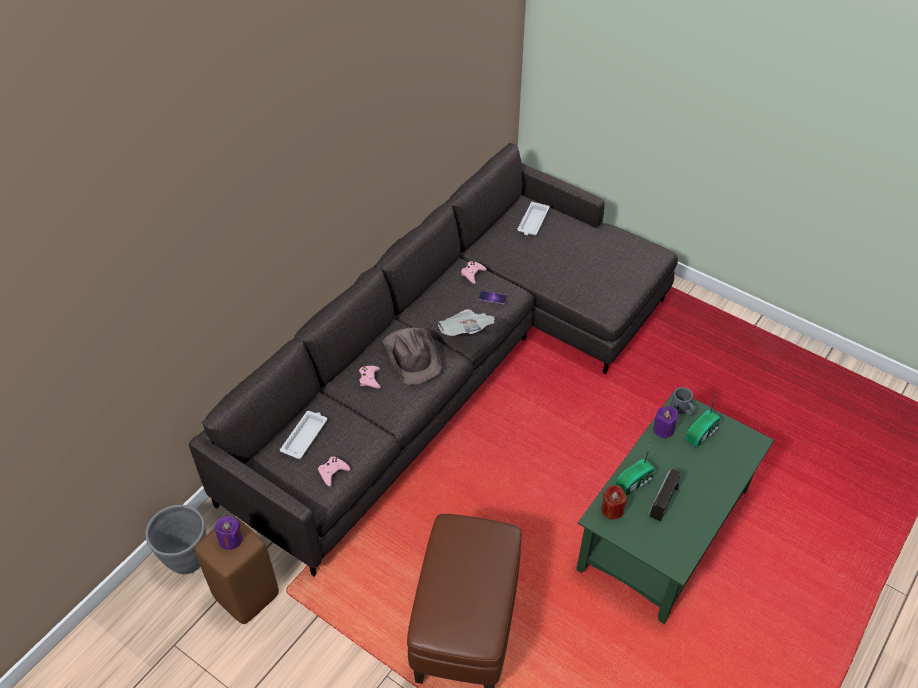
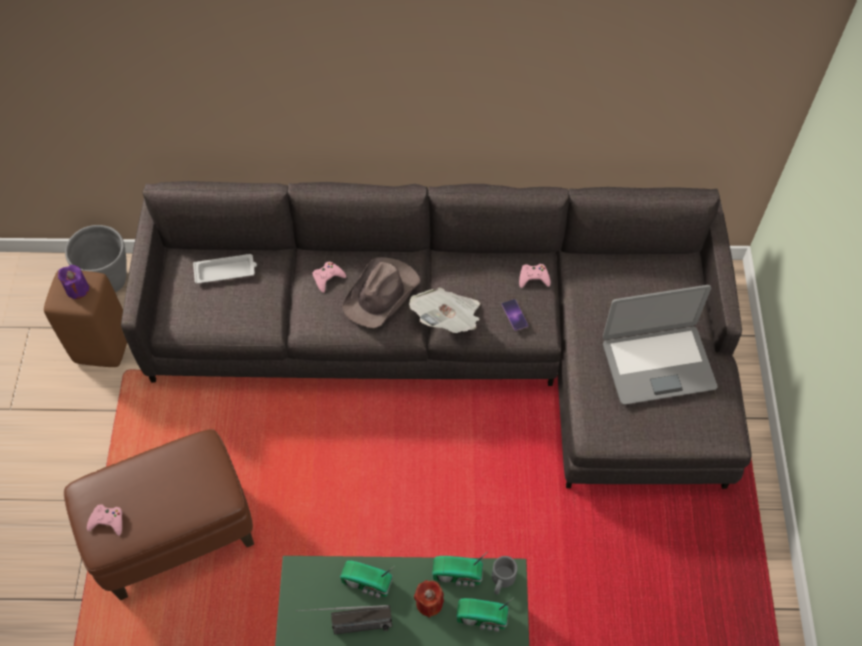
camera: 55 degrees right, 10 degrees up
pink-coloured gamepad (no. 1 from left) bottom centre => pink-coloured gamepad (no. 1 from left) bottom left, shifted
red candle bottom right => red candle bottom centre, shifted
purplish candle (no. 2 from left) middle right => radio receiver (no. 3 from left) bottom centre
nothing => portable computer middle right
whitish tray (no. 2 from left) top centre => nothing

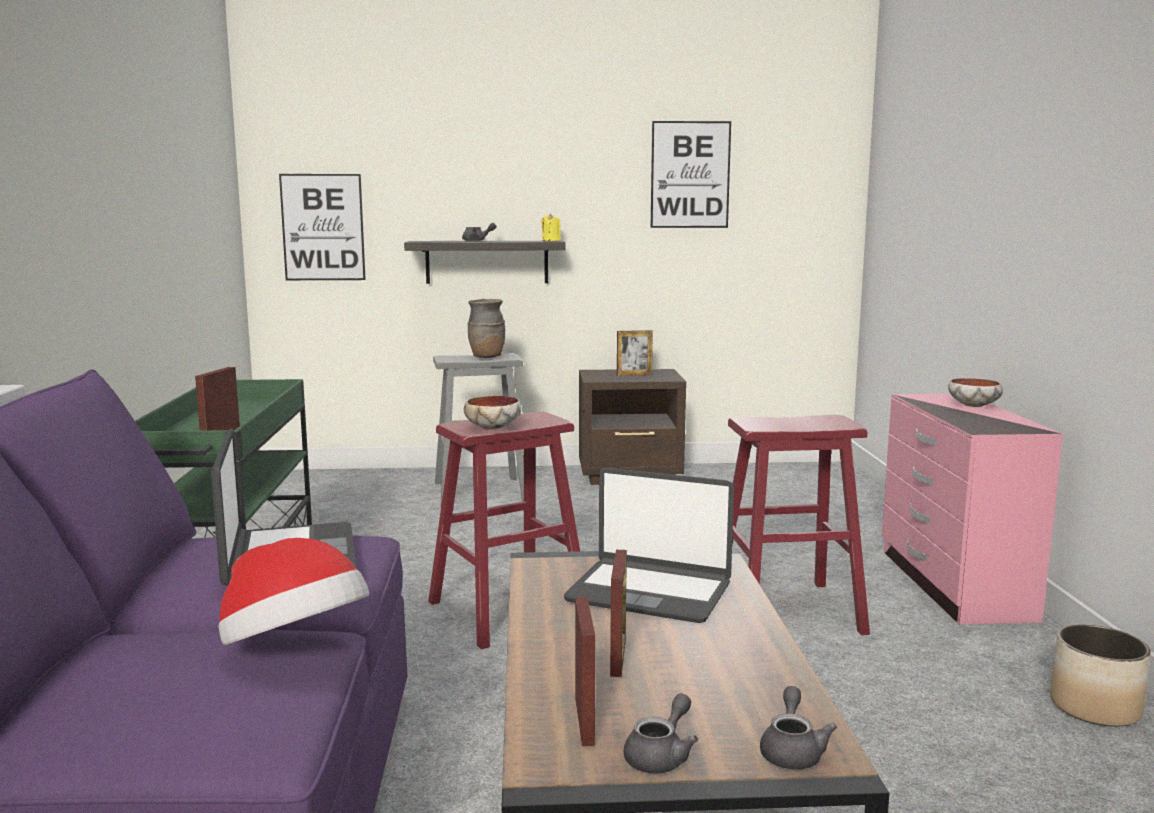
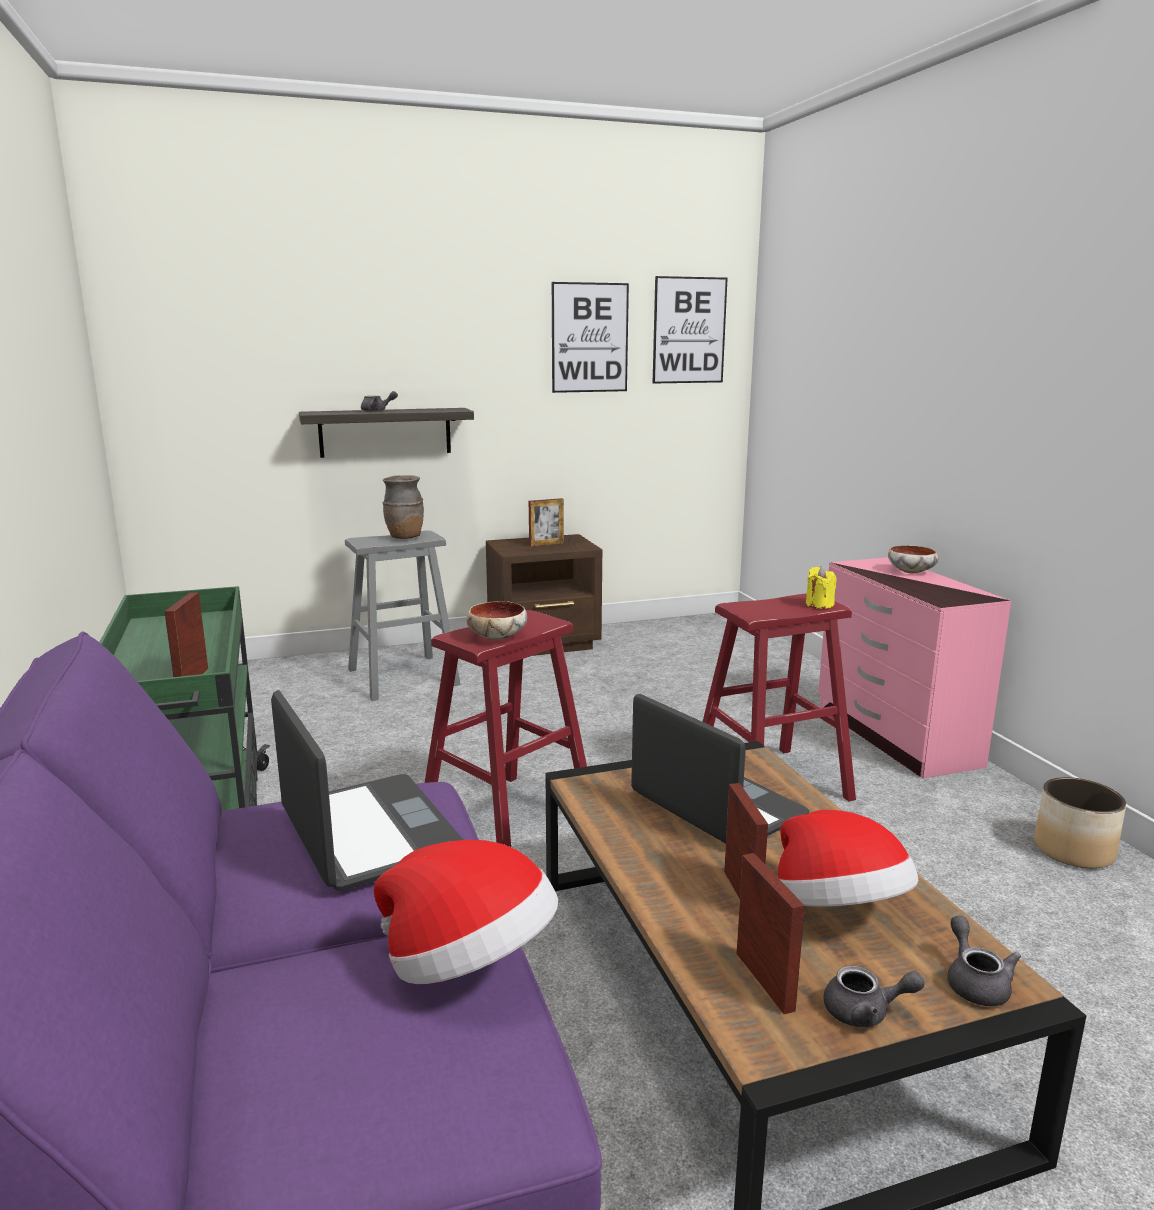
camera: 15 degrees left, 5 degrees up
portable computer (no. 2 from left) bottom centre => portable computer (no. 2 from left) centre, 135 degrees counterclockwise
picture (no. 1 from left in the first image) top left => picture (no. 2 from left) top centre, shifted
nothing => hat (no. 2 from left) bottom right
yellow-coloured candle top centre => yellow-coloured candle middle right, shifted
gray pot for tea (no. 2 from left) bottom centre => gray pot for tea (no. 2 from left) bottom right, 75 degrees clockwise

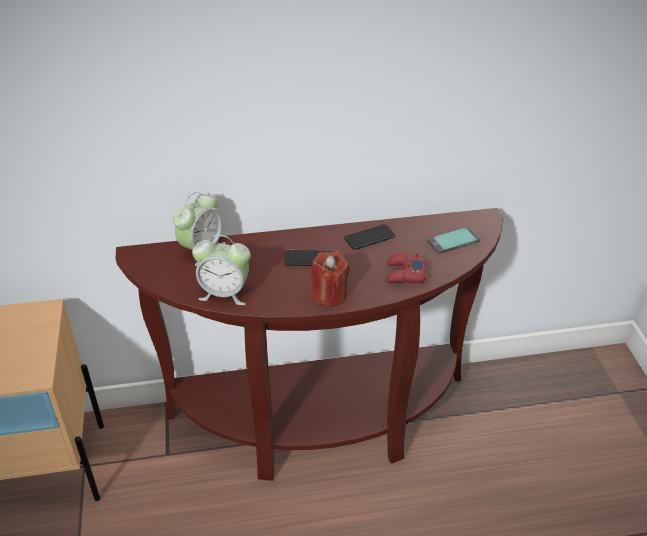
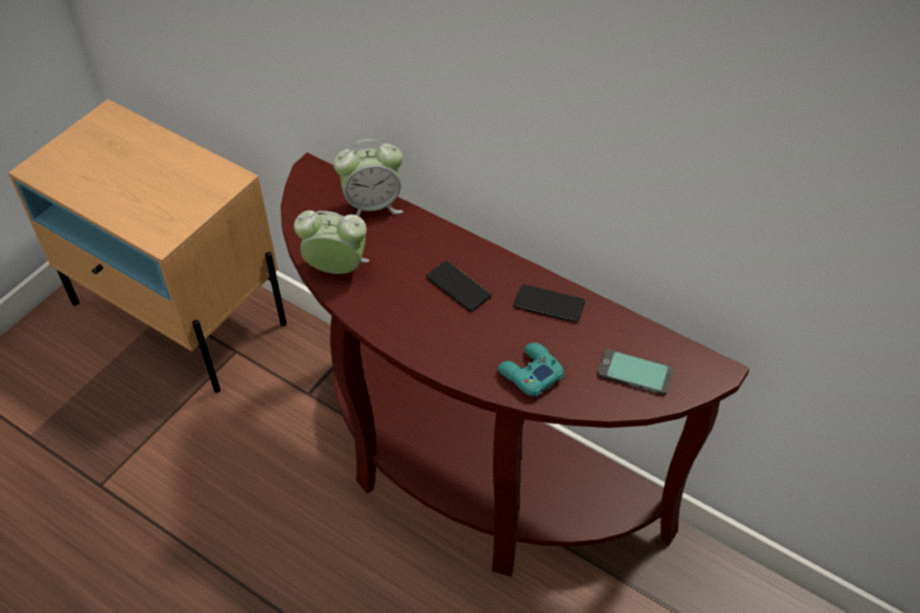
camera: 45 degrees right, 10 degrees up
bedside clock (no. 2 from left in the first image) centre => bedside clock (no. 1 from left) centre, 135 degrees clockwise
red gamepad centre => blue-green gamepad centre
red candle centre => nothing

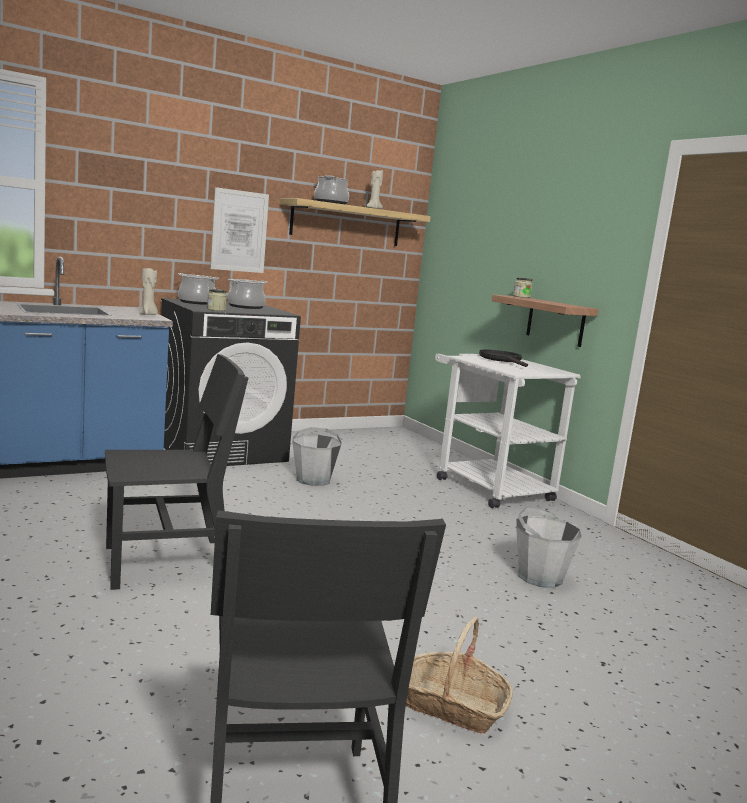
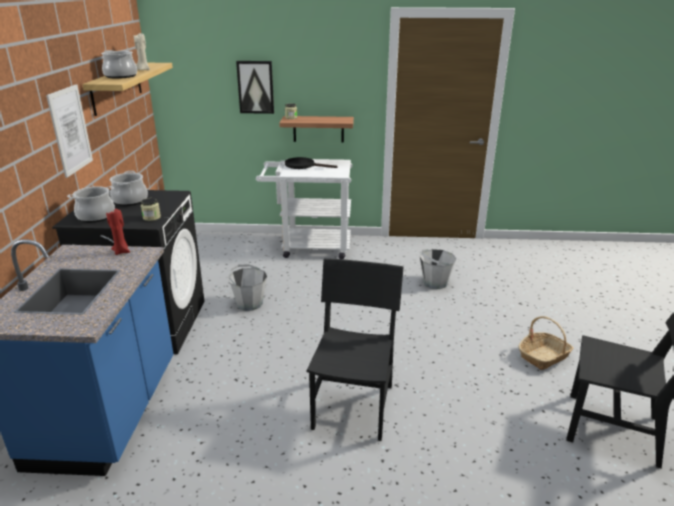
camera: 55 degrees left, 15 degrees up
sand-coloured candle (no. 1 from left) middle left => red candle middle left
nothing => picture (no. 2 from left) top centre

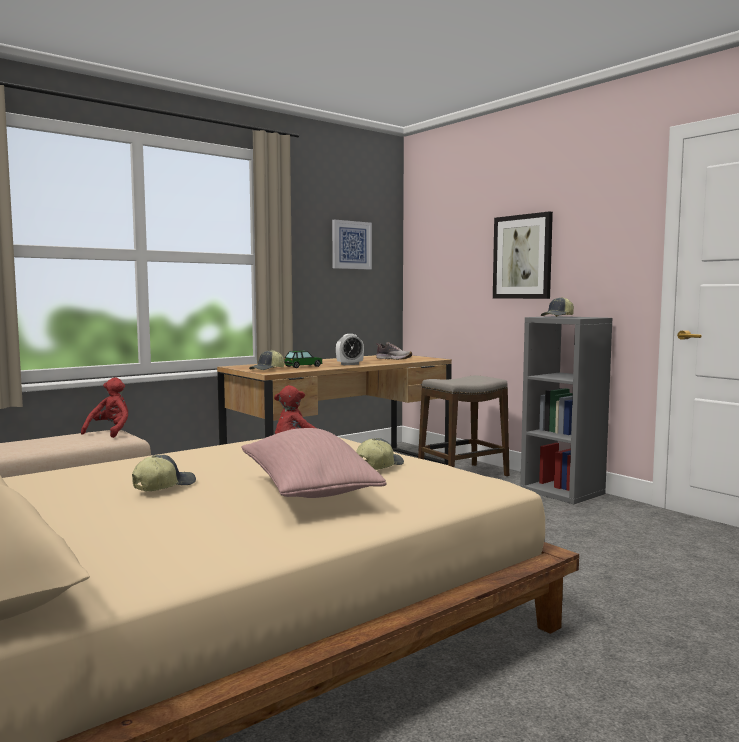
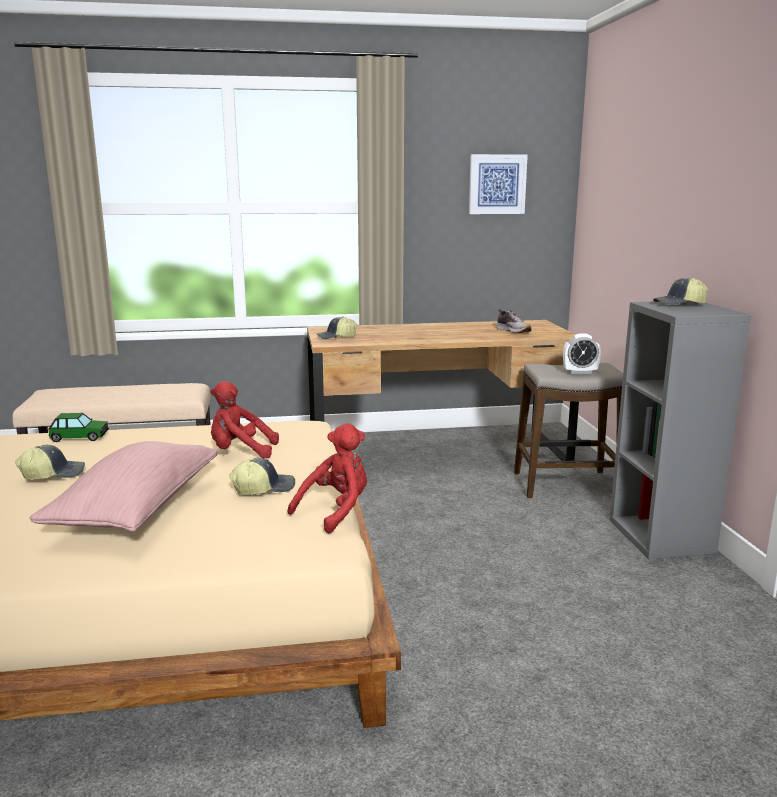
camera: 30 degrees right, 10 degrees up
toy car centre => toy car middle left, shifted
red plush toy (no. 1 from left in the first image) middle left => red plush toy (no. 2 from left) centre, shifted
bedside clock centre => bedside clock middle right, shifted
picture (no. 2 from left) middle right => nothing

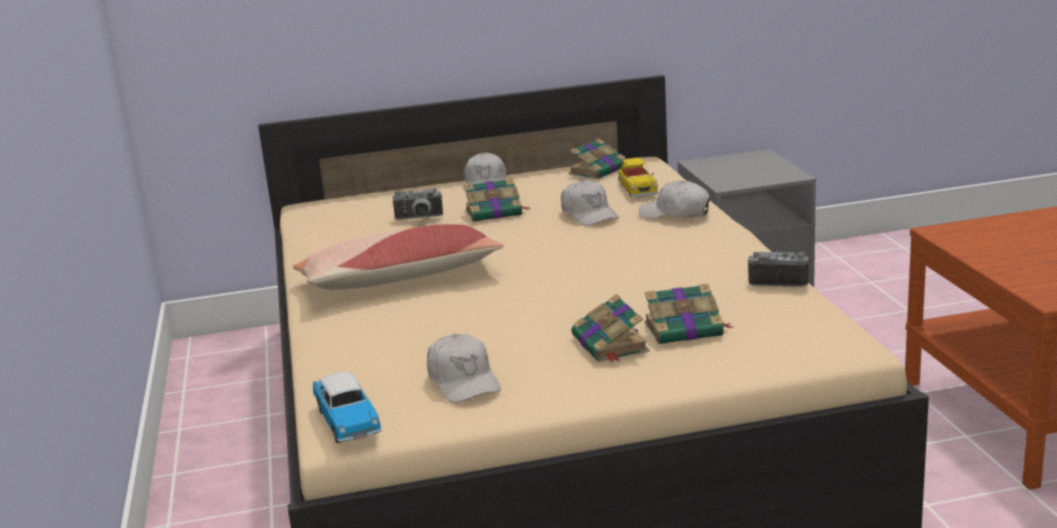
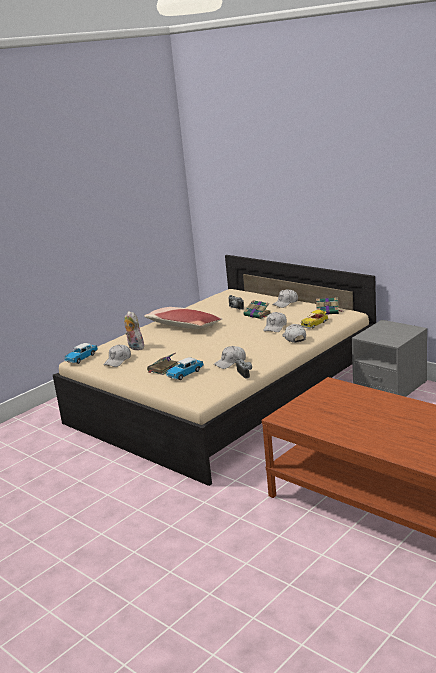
camera: 55 degrees right, 0 degrees up
nothing => plush toy middle left
bound book (no. 4 from left) centre => toy car (no. 2 from left) centre
nothing => whitish baseball cap (no. 2 from left) centre

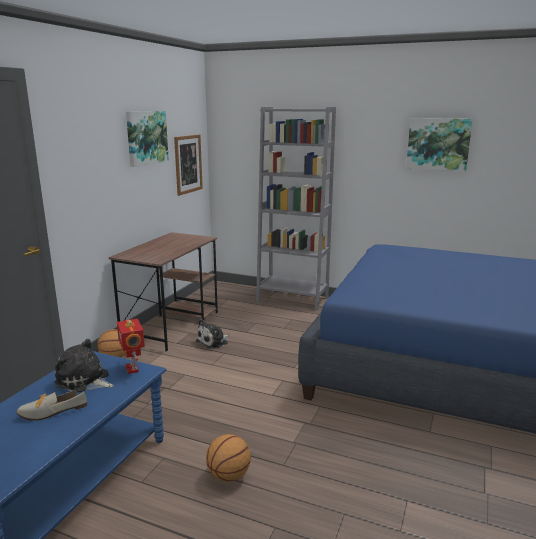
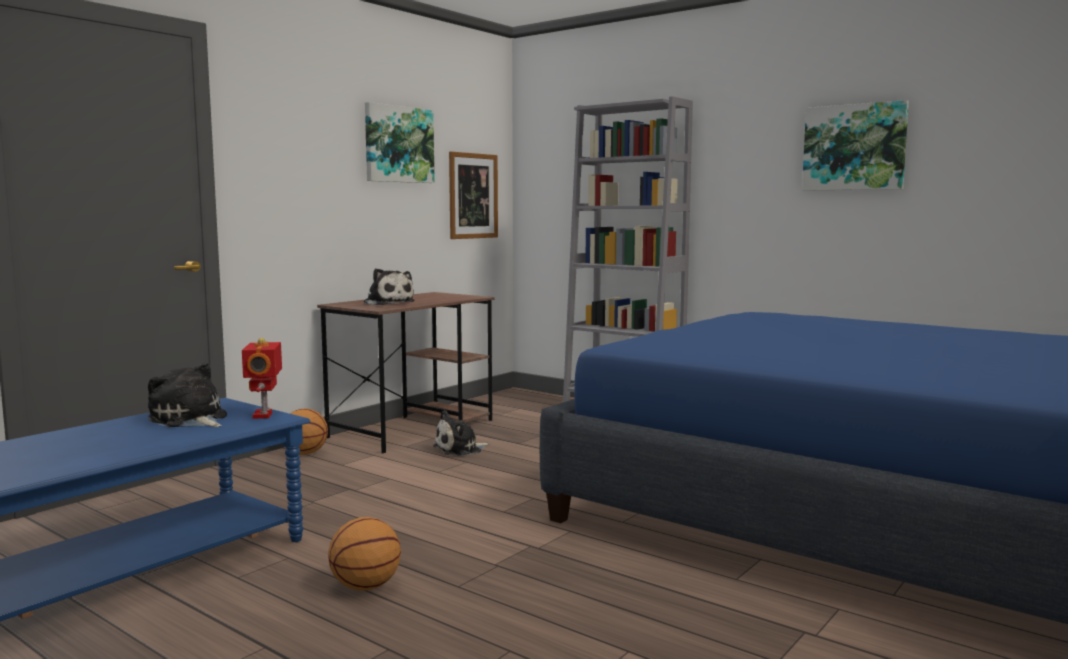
camera: 15 degrees right, 10 degrees down
nothing => plush toy (no. 2 from left) centre
shoe bottom left => nothing

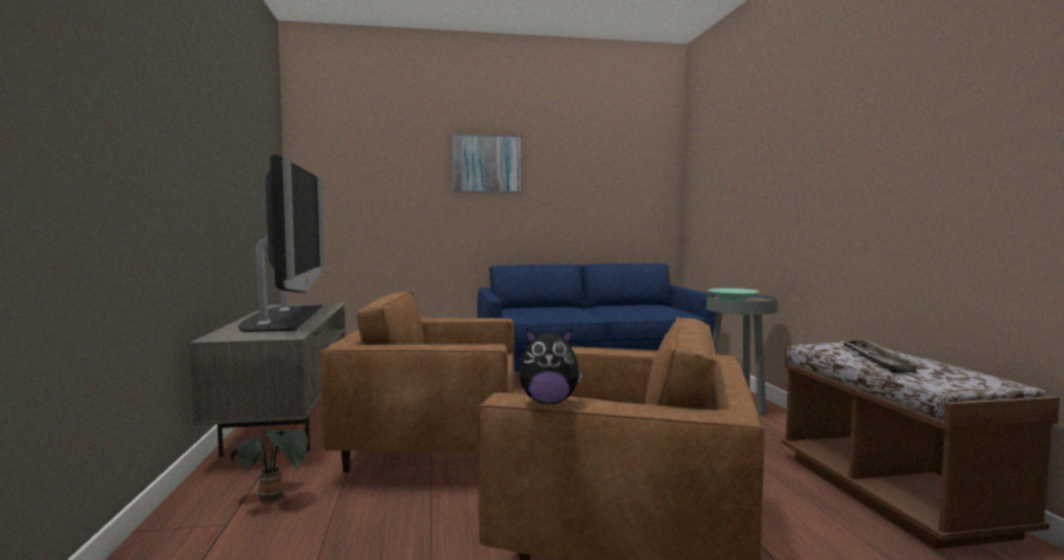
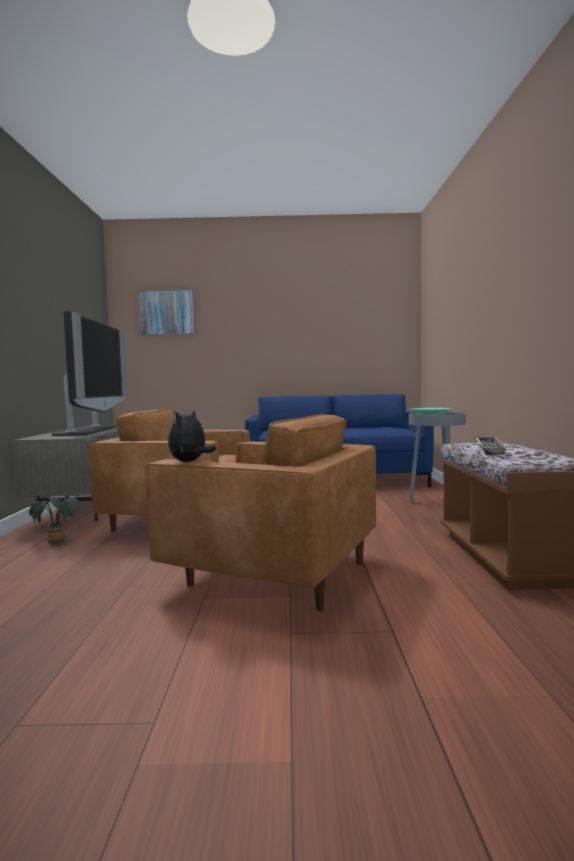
camera: 10 degrees right, 0 degrees up
picture top centre => picture middle left, shifted
plush toy centre, 105 degrees clockwise

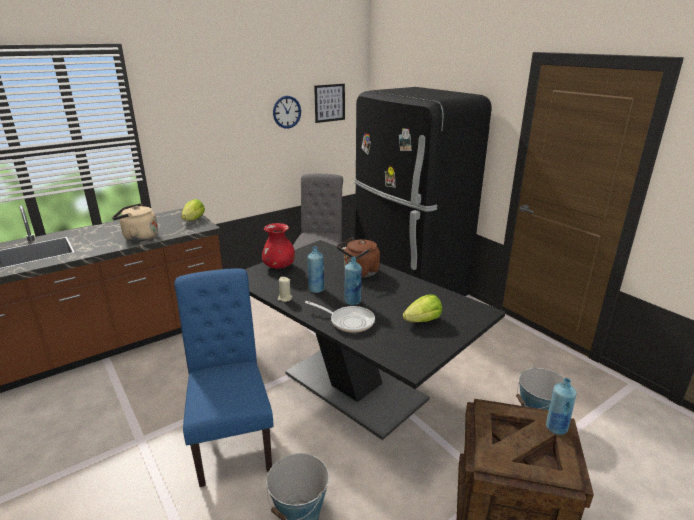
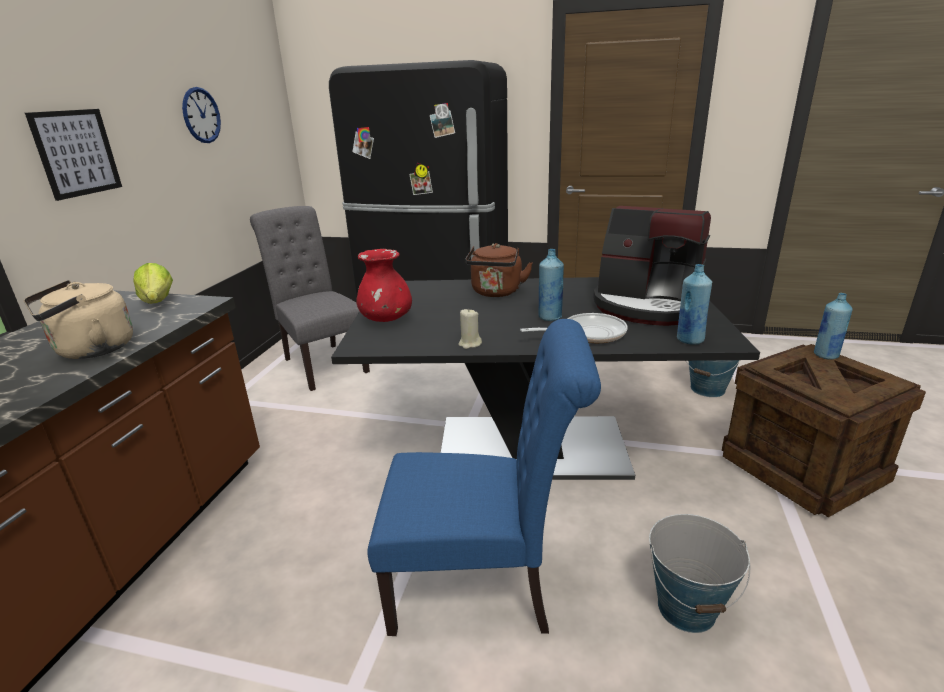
camera: 40 degrees left, 0 degrees up
picture top centre => picture top left, shifted
blue-coloured chair bottom left => blue-coloured chair bottom centre, 150 degrees clockwise
lettuce head (no. 2 from left) centre => coffee maker middle right
blue-coloured beverage bottle (no. 1 from left in the first image) centre => blue-coloured beverage bottle (no. 2 from left) middle right, shifted

